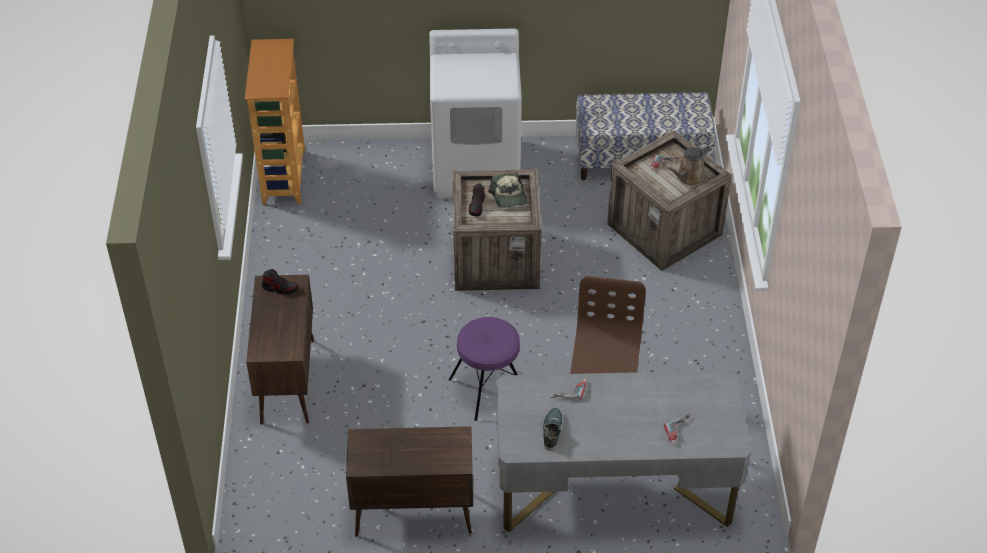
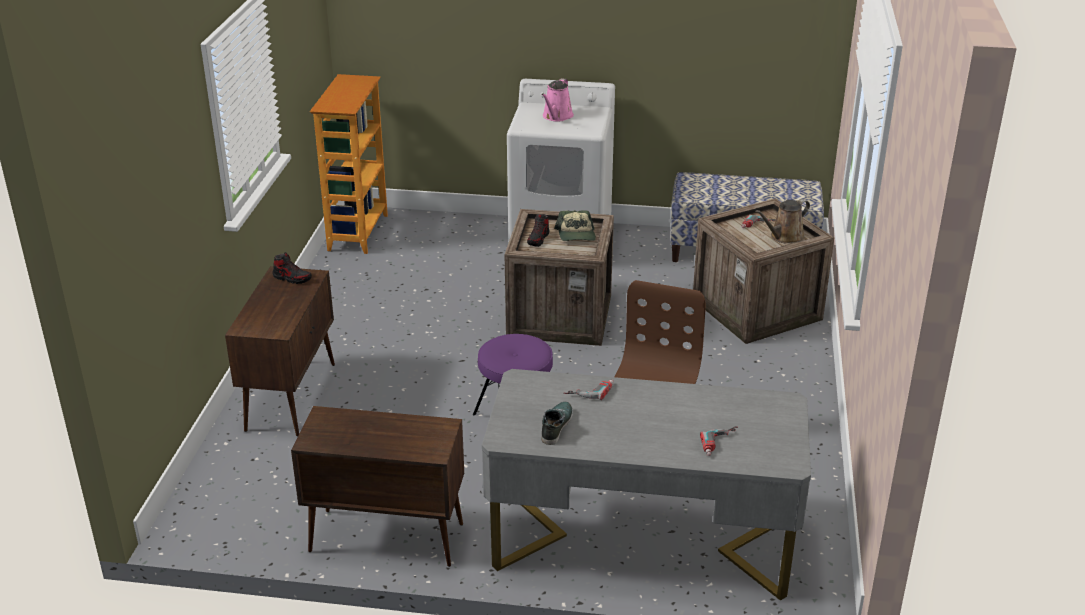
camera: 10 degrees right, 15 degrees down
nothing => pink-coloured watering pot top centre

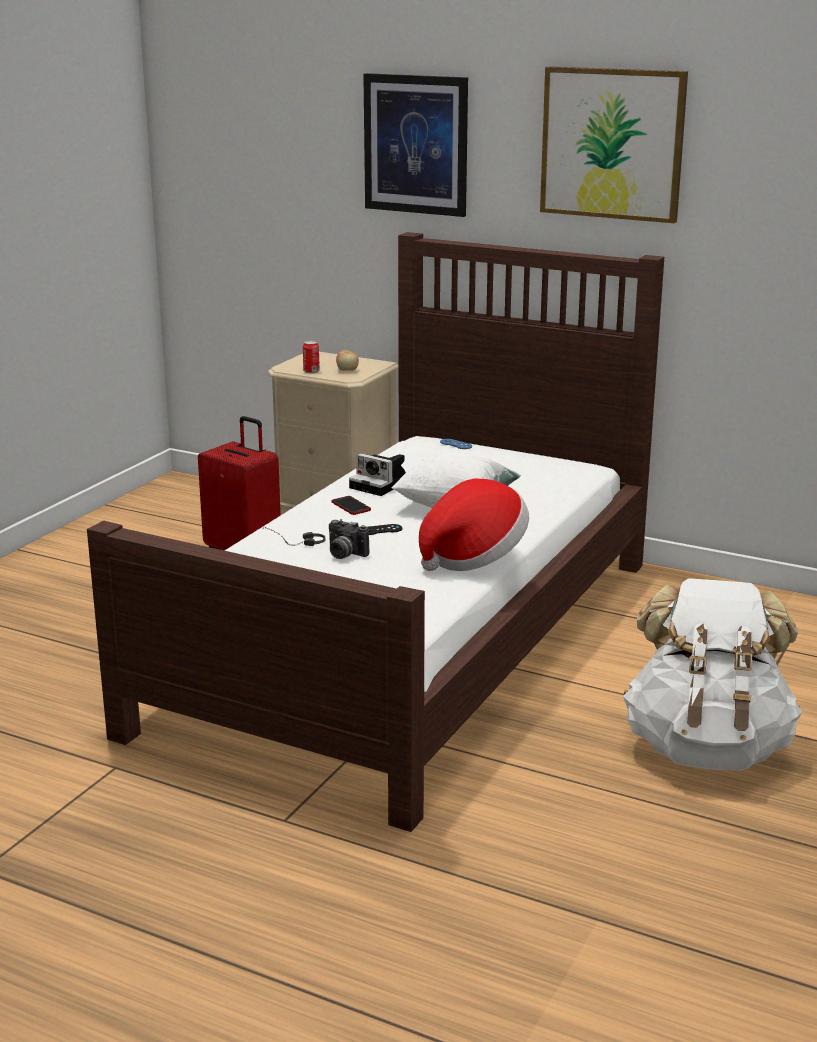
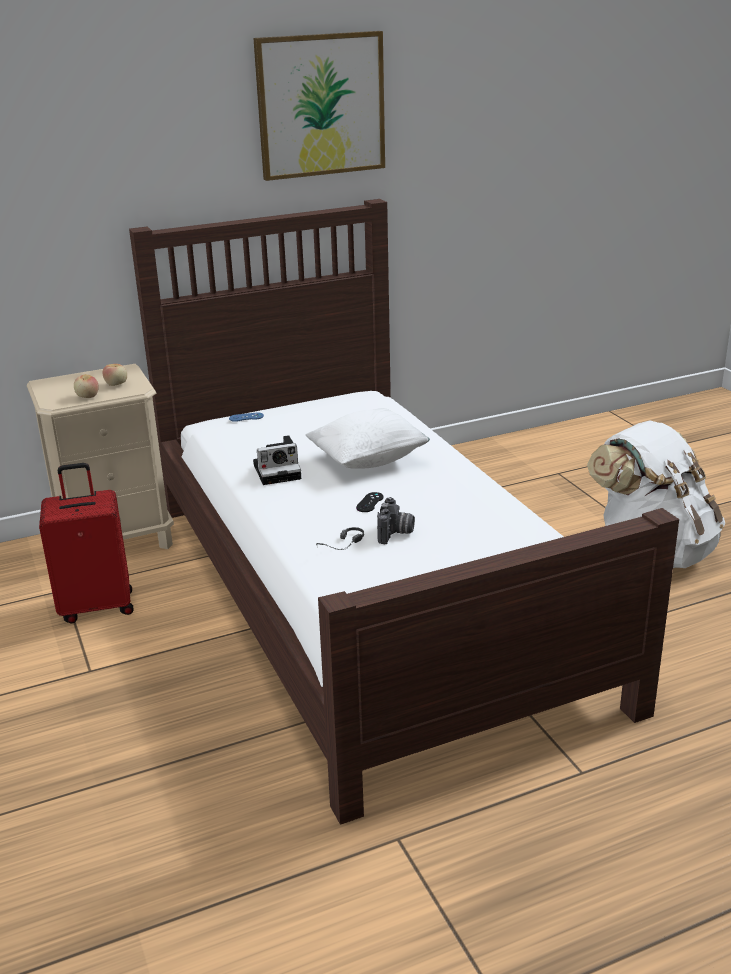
camera: 50 degrees left, 5 degrees up
sealed can centre => whole apple (no. 1 from left) middle left
still camera (no. 1 from left in the first image) centre => still camera (no. 2 from left) centre, 60 degrees counterclockwise
phone centre => nothing
picture (no. 1 from left) top centre => nothing
hat centre => nothing

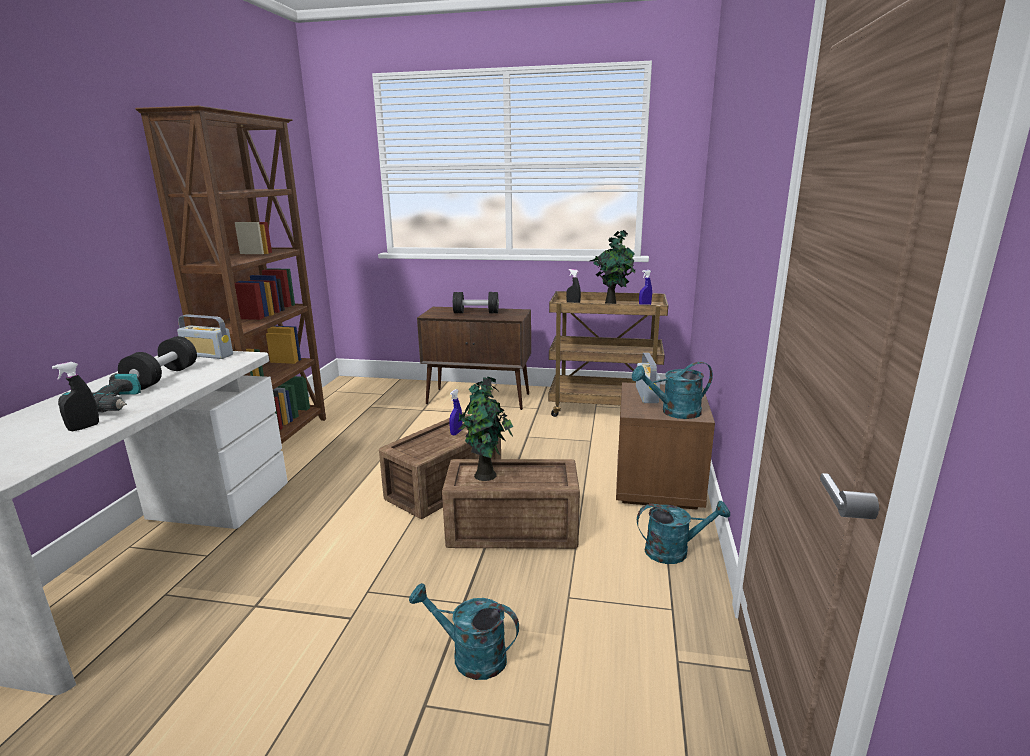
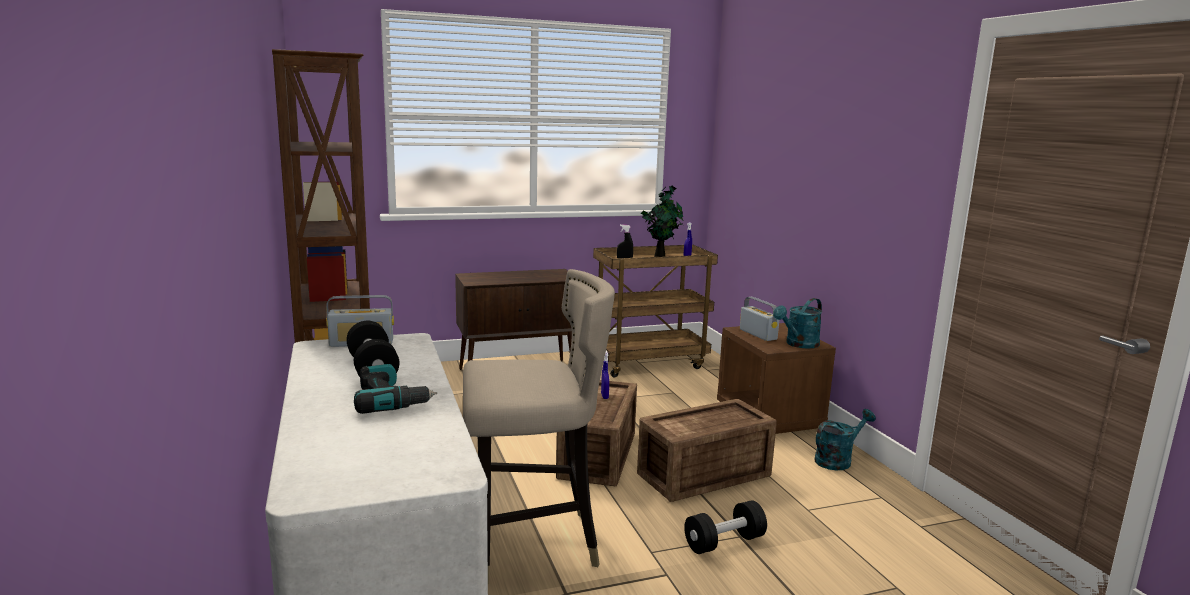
camera: 30 degrees left, 5 degrees down
nothing => sand-coloured stool bottom centre
black dumbbell (no. 2 from left) centre => black dumbbell (no. 2 from left) bottom centre, shifted
black spray bottle (no. 1 from left) middle left => nothing
blue-green watering pot (no. 1 from left) bottom centre => nothing
plant in a pot (no. 1 from left) centre => nothing

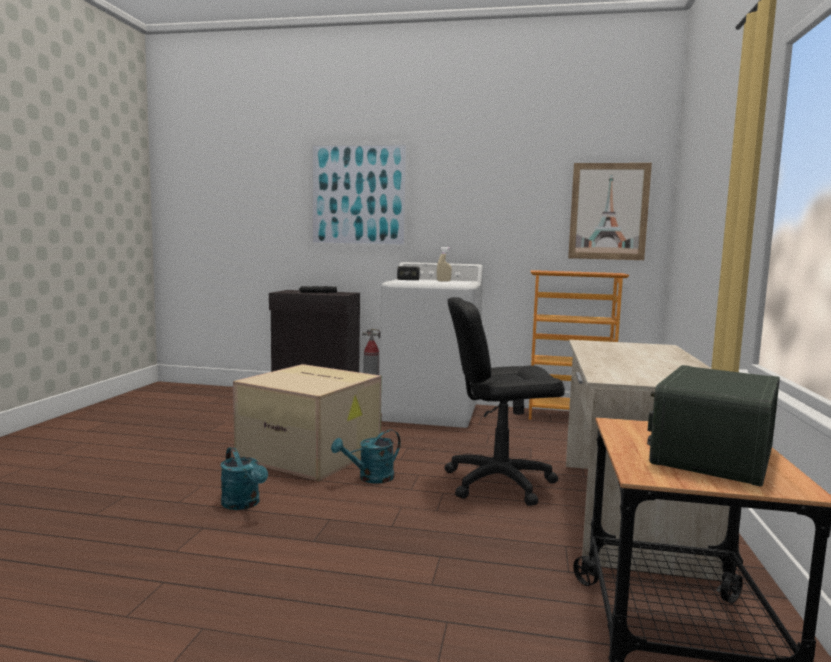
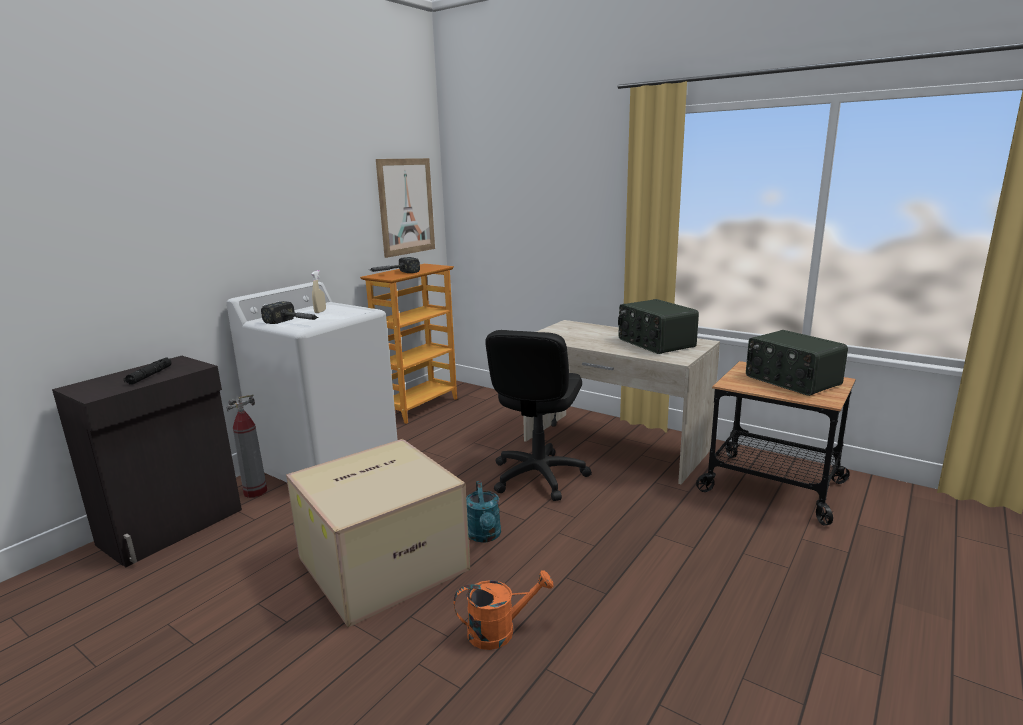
camera: 65 degrees left, 10 degrees up
nothing => hammer (no. 2 from left) centre
blue-green watering pot (no. 1 from left) bottom left => orange-coloured watering pot bottom centre
nothing => radio receiver (no. 1 from left) centre
picture (no. 1 from left) top centre => nothing

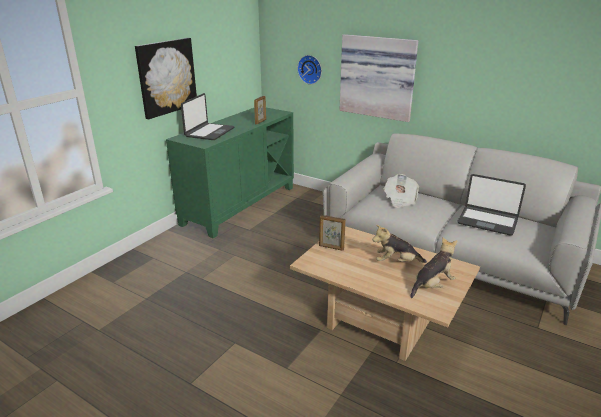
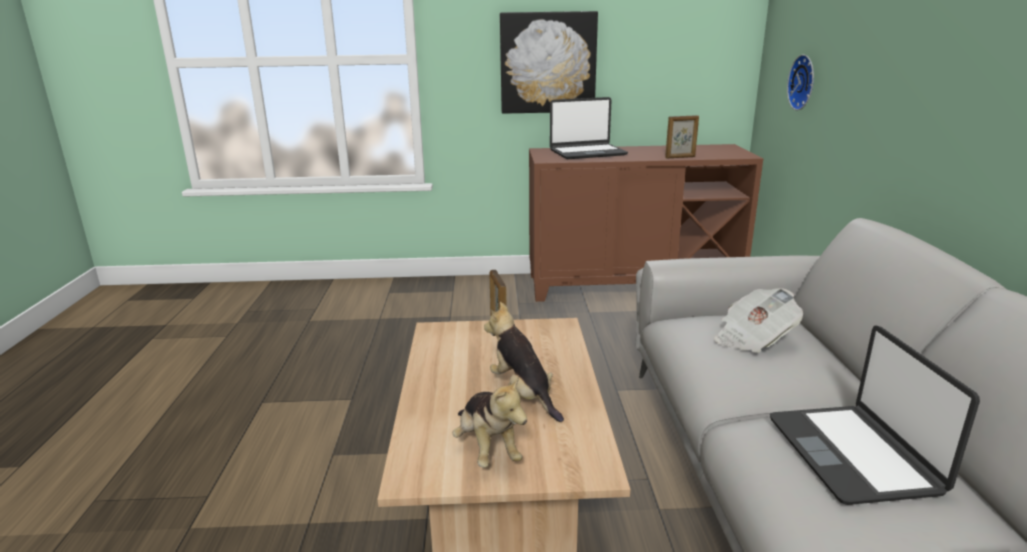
camera: 55 degrees right, 5 degrees down
plush toy (no. 2 from left in the first image) middle right => plush toy (no. 1 from left) bottom centre, 45 degrees clockwise
greenish cabinet centre => brown-coloured cabinet centre
picture (no. 2 from left) top centre => nothing

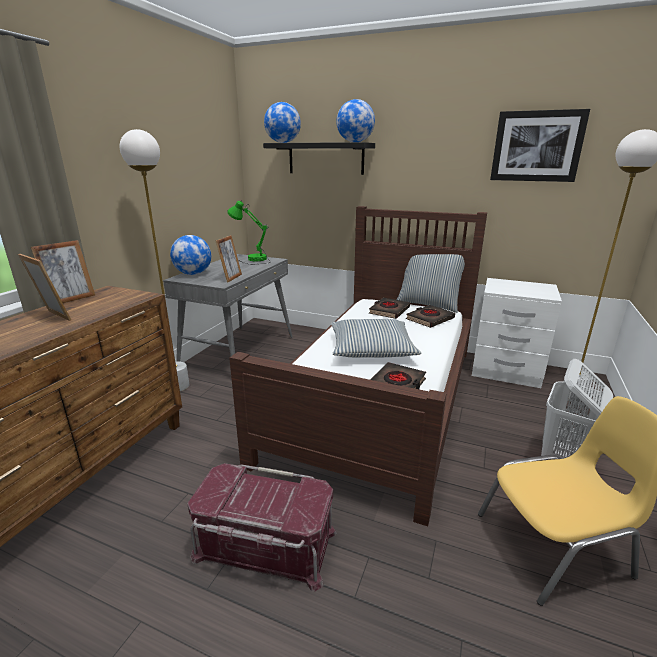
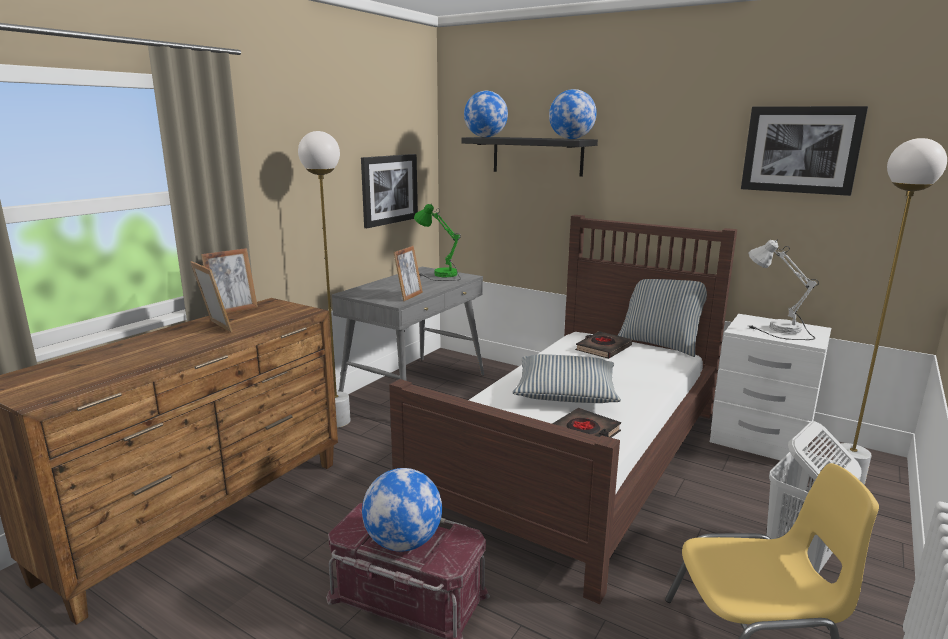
camera: 10 degrees right, 5 degrees down
nothing => picture (no. 1 from left) top centre
globe (no. 1 from left) middle left => globe (no. 1 from left) bottom centre, shifted
nothing => whitish lamp for a table middle right
black bound book (no. 3 from left) centre => nothing

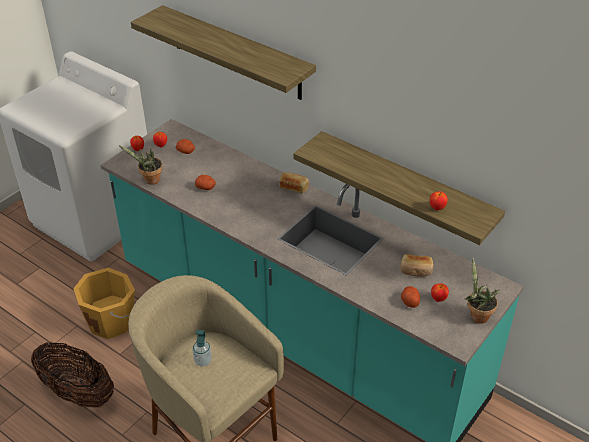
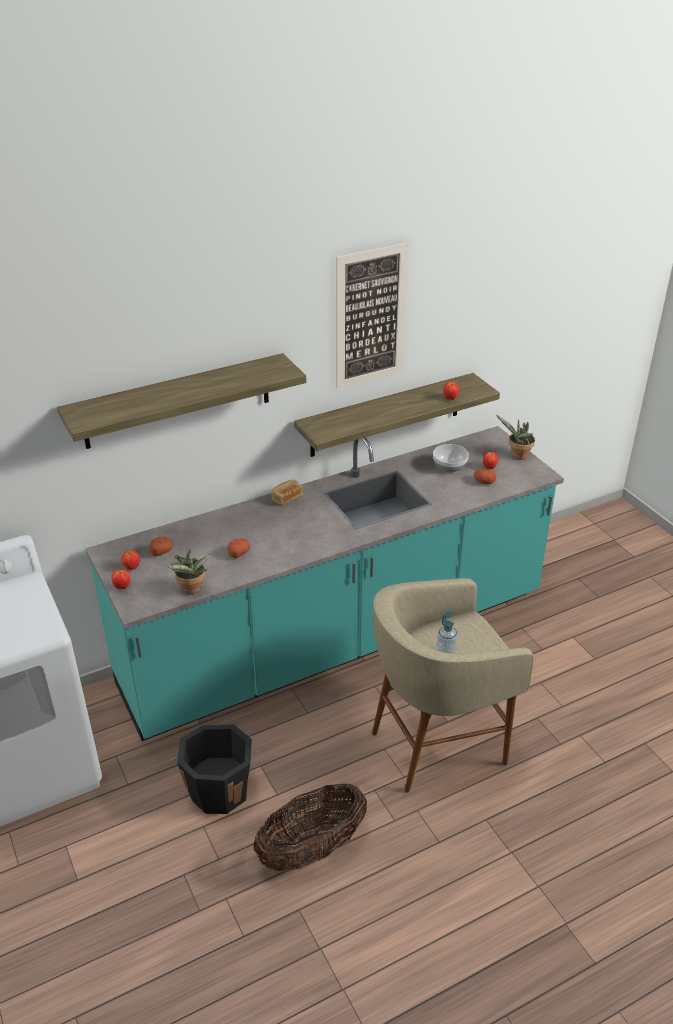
camera: 65 degrees left, 5 degrees down
orange-coloured water bucket bottom left => black water bucket bottom left
nothing => picture top centre
baked bread (no. 2 from left) middle right => bowl middle right

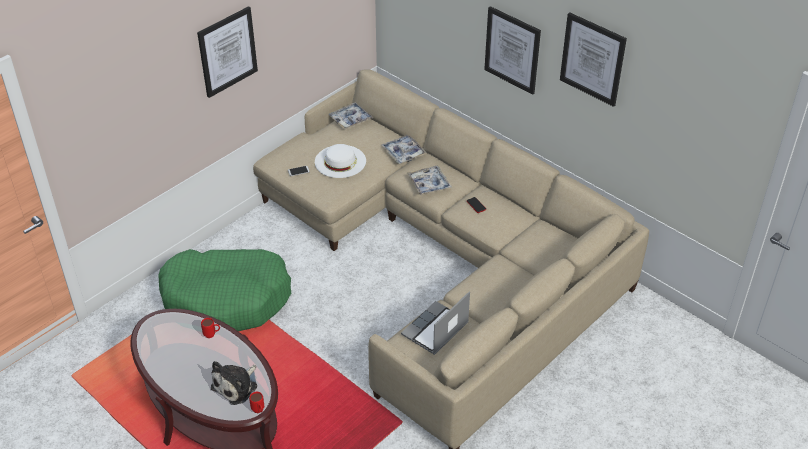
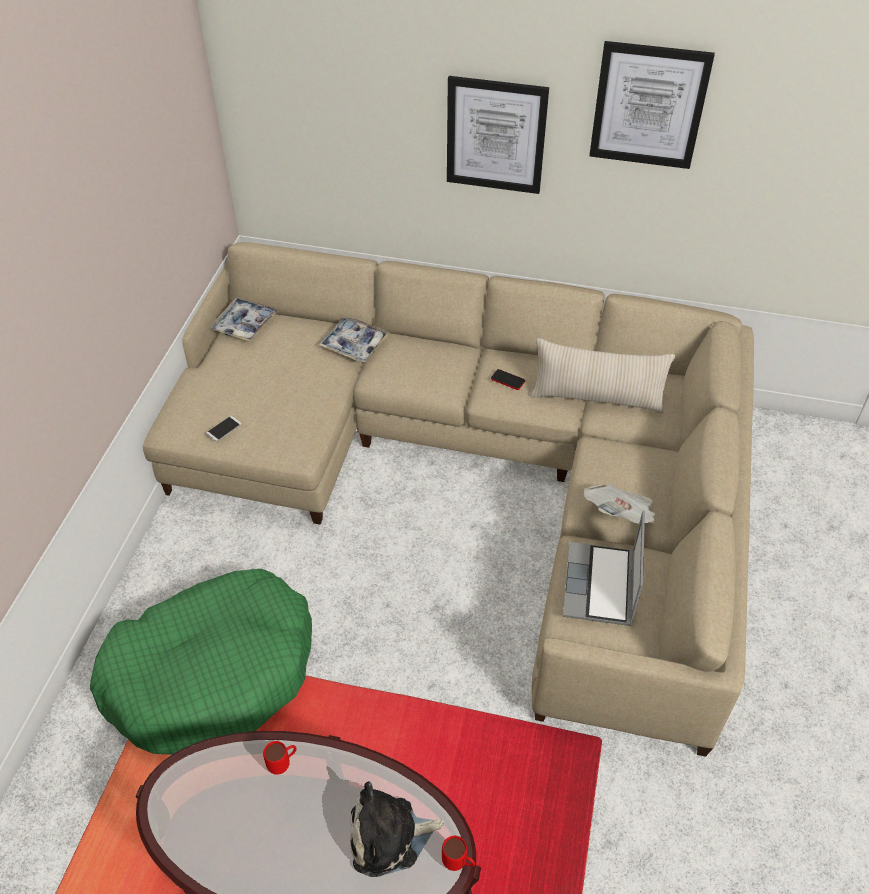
camera: 30 degrees left, 5 degrees up
plush toy bottom left => plush toy bottom centre, 75 degrees clockwise
nothing => sand-coloured pillow middle right
nothing => newspaper middle right
picture (no. 1 from left) top left => nothing
whitish hat centre => nothing
tray (no. 3 from left) centre => nothing

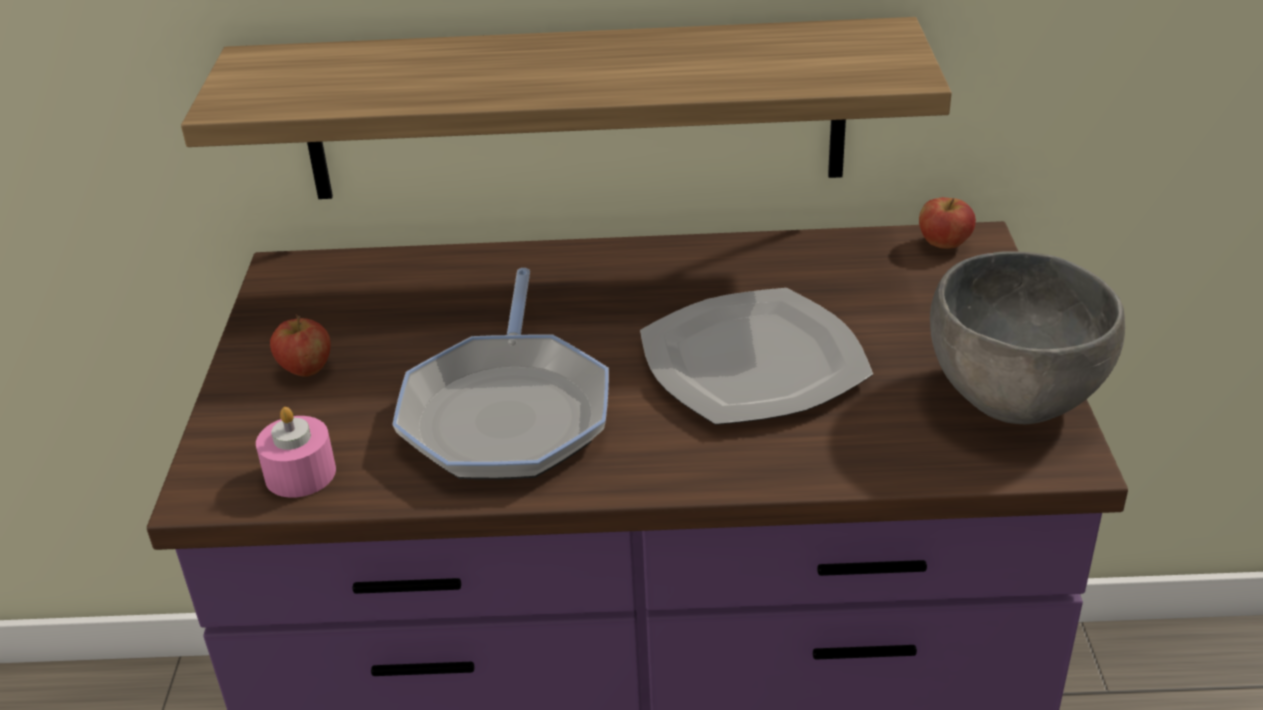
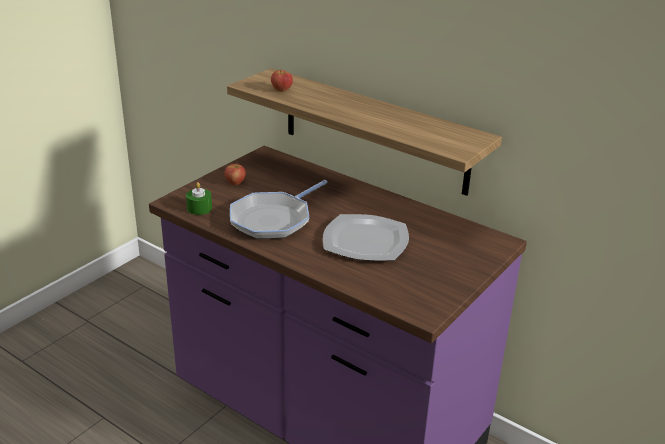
camera: 35 degrees right, 5 degrees down
pink-coloured candle middle left => greenish candle middle left
whole apple (no. 2 from left) top right => whole apple (no. 2 from left) top centre, shifted
gray bowl middle right => nothing

